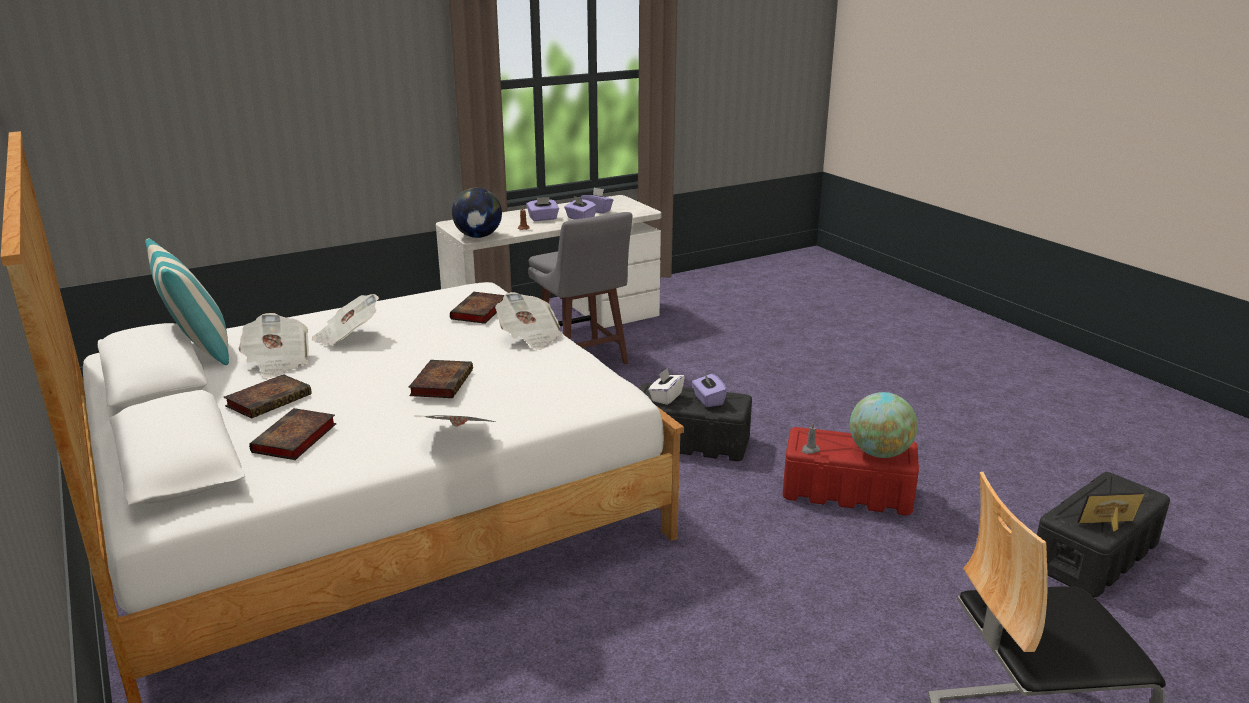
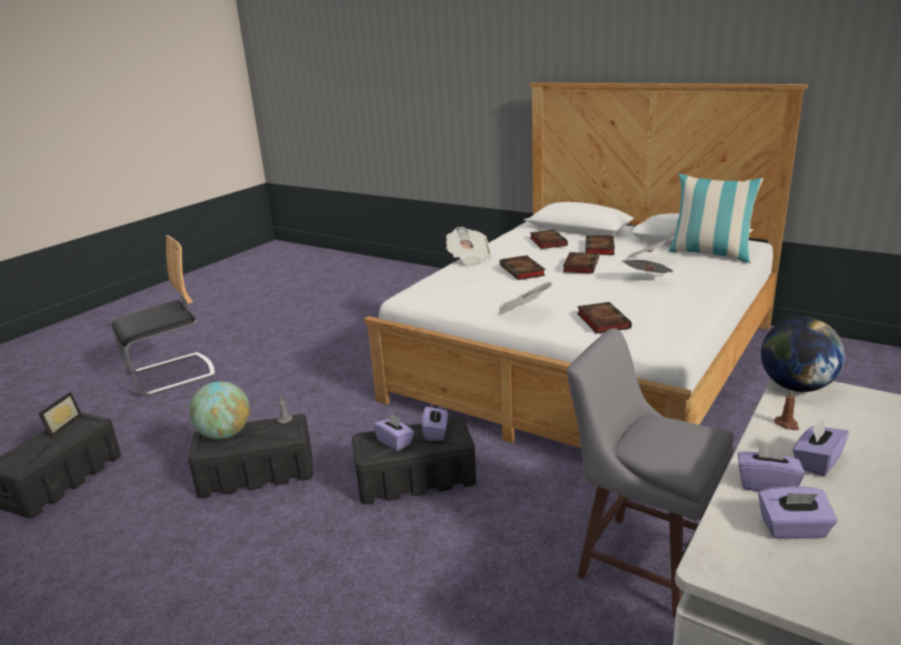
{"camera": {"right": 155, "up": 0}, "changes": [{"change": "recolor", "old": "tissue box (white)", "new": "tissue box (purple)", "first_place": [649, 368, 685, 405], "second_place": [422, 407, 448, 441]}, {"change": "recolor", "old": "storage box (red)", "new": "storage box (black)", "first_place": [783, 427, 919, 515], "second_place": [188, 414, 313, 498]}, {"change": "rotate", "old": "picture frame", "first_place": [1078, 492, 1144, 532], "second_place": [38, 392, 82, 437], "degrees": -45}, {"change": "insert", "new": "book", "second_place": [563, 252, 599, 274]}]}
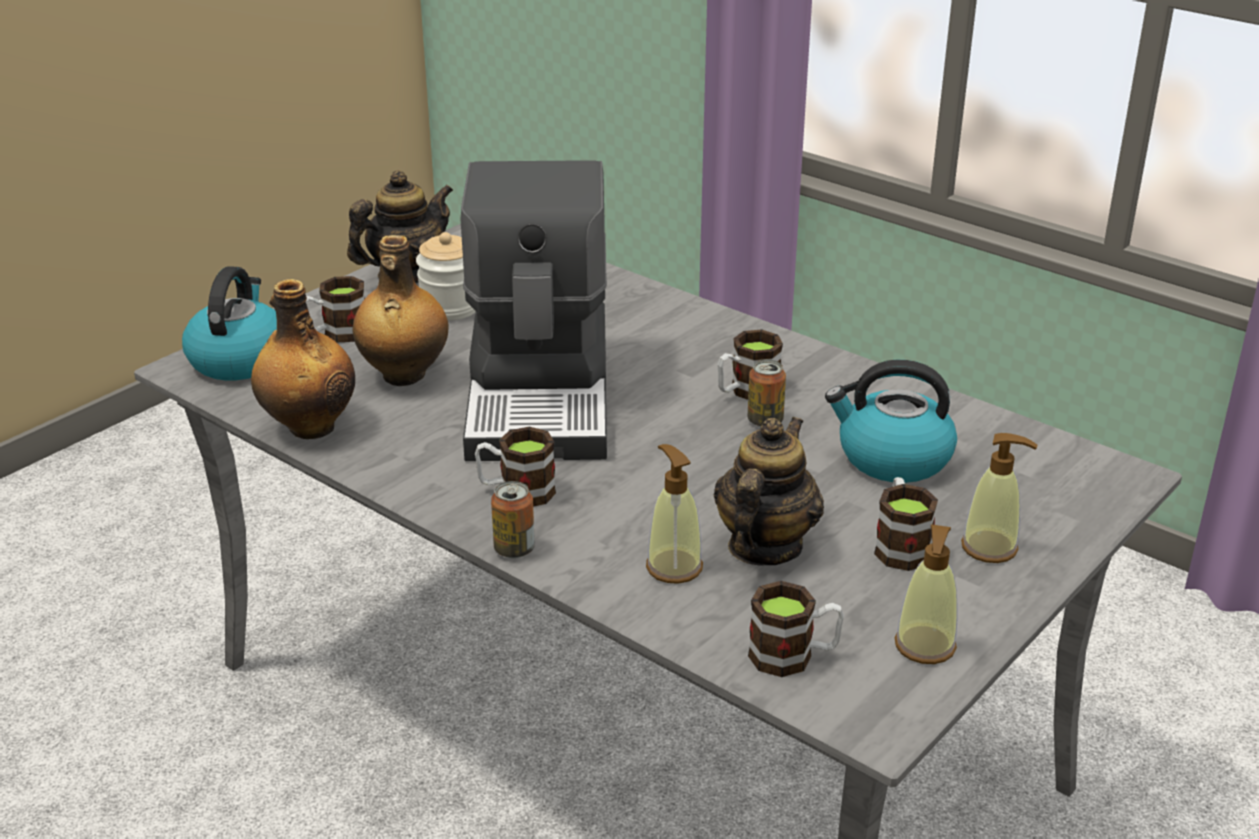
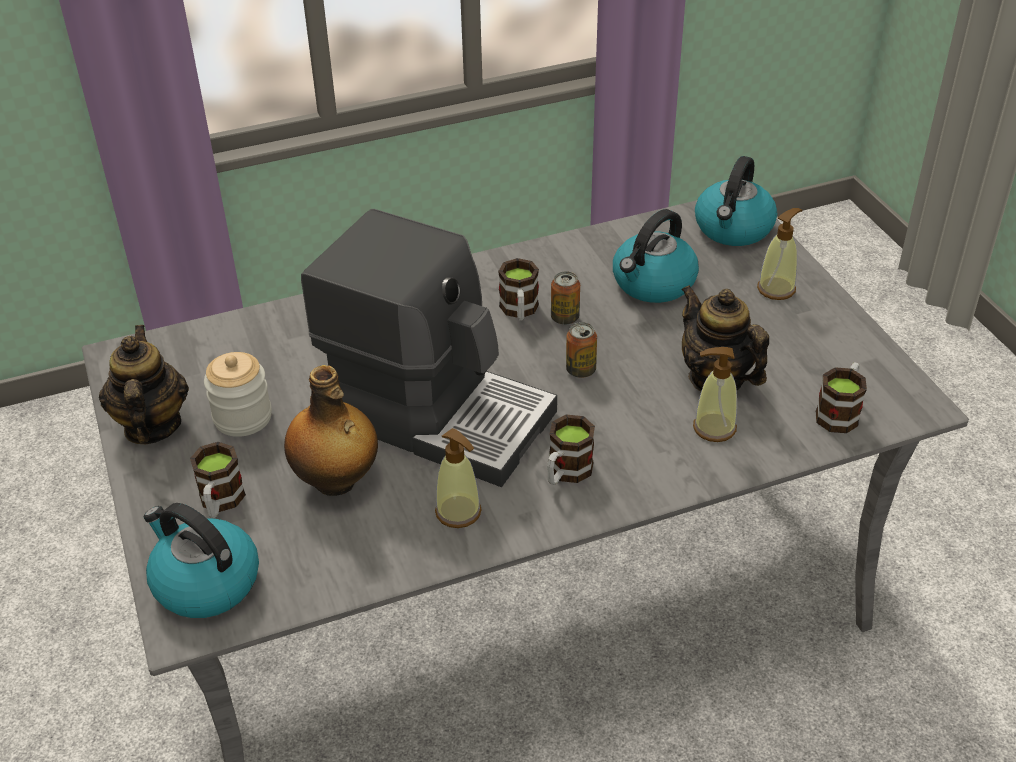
{"camera": {"right": -60, "up": 10}, "changes": [{"change": "delete", "old": "bottle", "first_place": [251, 279, 355, 439]}, {"change": "move", "old": "can", "first_place": [491, 481, 535, 558], "second_place": [566, 322, 597, 378]}, {"change": "delete", "old": "mug", "first_place": [874, 477, 938, 571]}, {"change": "move", "old": "soap dispenser", "first_place": [895, 524, 958, 664], "second_place": [435, 428, 482, 528]}, {"change": "insert", "new": "kettle", "second_place": [695, 156, 777, 246]}]}
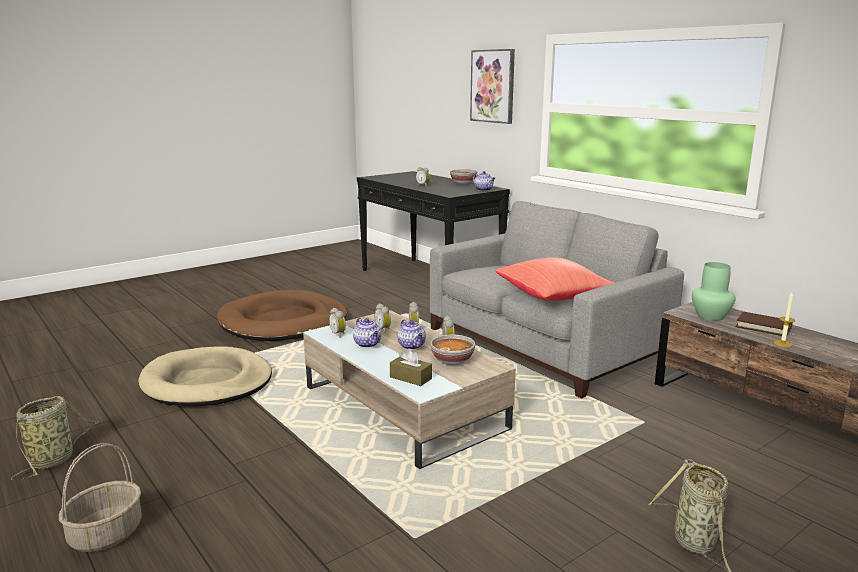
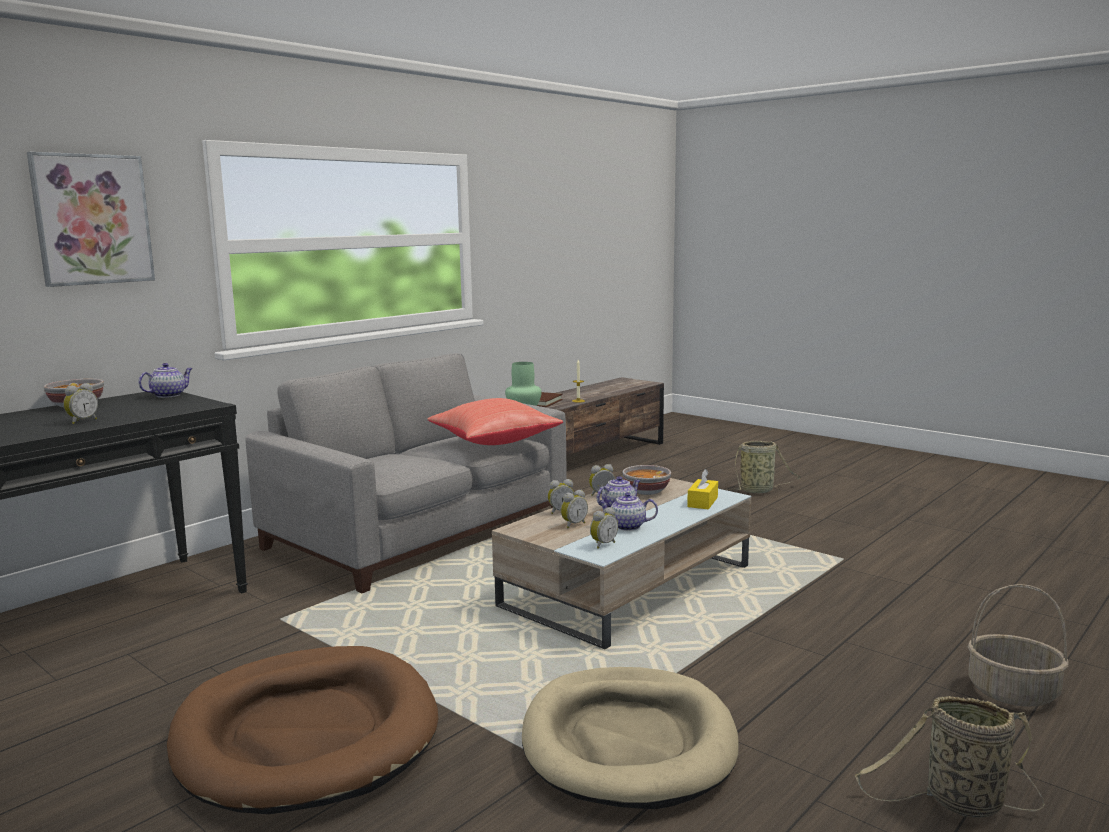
{"camera": {"right": -100, "up": -5}, "changes": [{"change": "rotate", "old": "teapot", "first_place": [353, 318, 381, 348], "second_place": [598, 492, 658, 531], "degrees": -135}, {"change": "recolor", "old": "tissue box (brown)", "new": "tissue box (yellow)", "first_place": [390, 348, 432, 386], "second_place": [687, 469, 718, 509]}]}
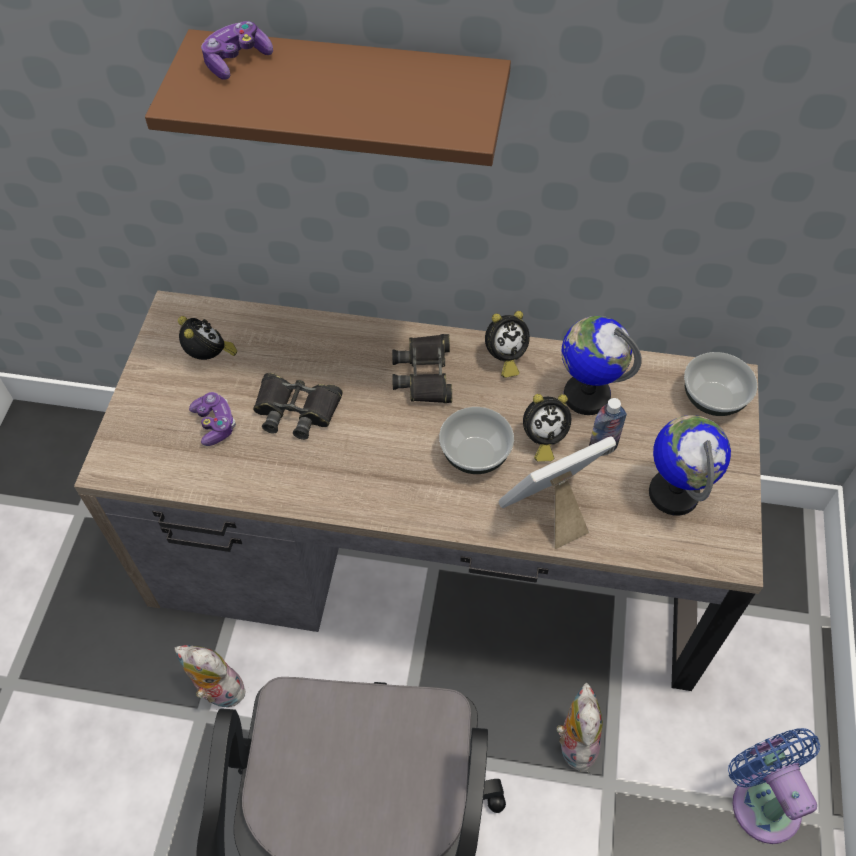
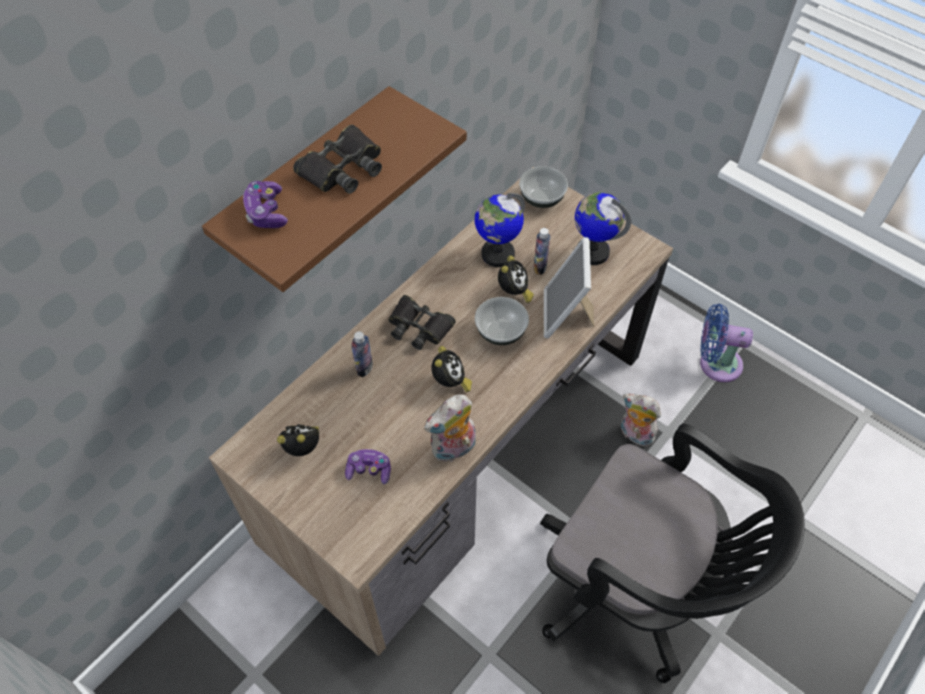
{"camera": {"right": -60, "up": 0}, "changes": [{"change": "move", "old": "plush toy", "first_place": [175, 645, 248, 710], "second_place": [424, 394, 476, 462]}, {"change": "move", "old": "binoculars (black)", "first_place": [253, 373, 343, 440], "second_place": [293, 125, 382, 194]}, {"change": "move", "old": "alarm clock", "first_place": [485, 311, 530, 378], "second_place": [431, 346, 472, 392]}, {"change": "insert", "new": "bottle", "second_place": [352, 331, 373, 377]}]}
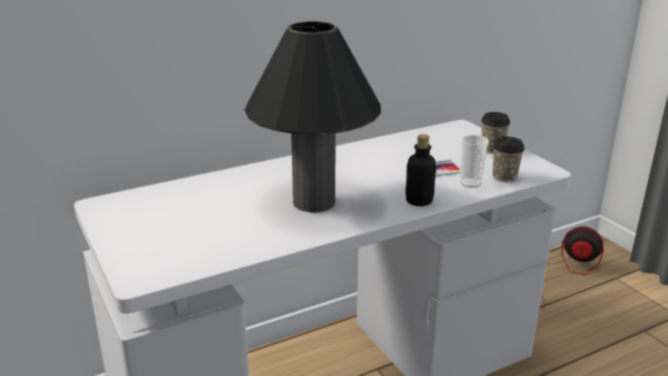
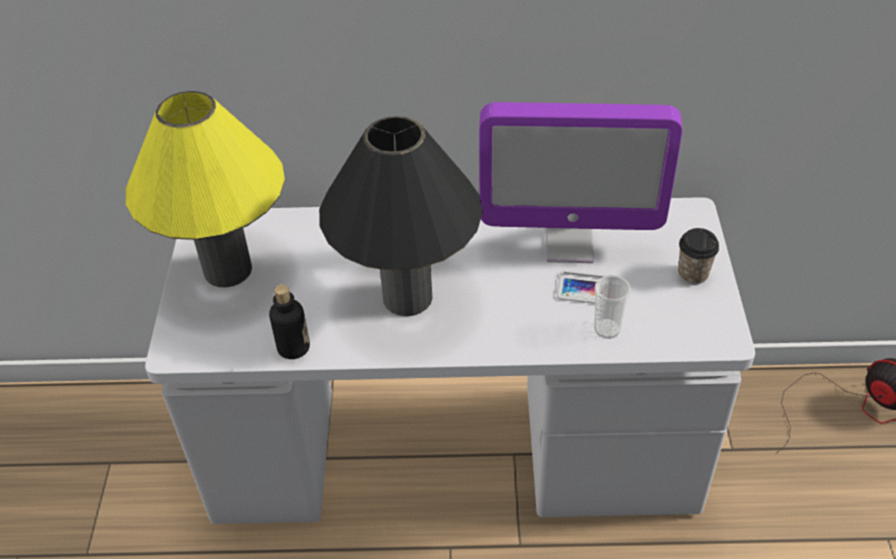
{"camera": {"right": 30, "up": 20}, "changes": [{"change": "move", "old": "bottle", "first_place": [405, 134, 436, 206], "second_place": [269, 284, 310, 359]}, {"change": "delete", "old": "cup", "first_place": [493, 136, 525, 182]}, {"change": "insert", "new": "table lamp (yellow)", "second_place": [126, 91, 285, 287]}, {"change": "insert", "new": "monitor", "second_place": [479, 102, 683, 263]}]}
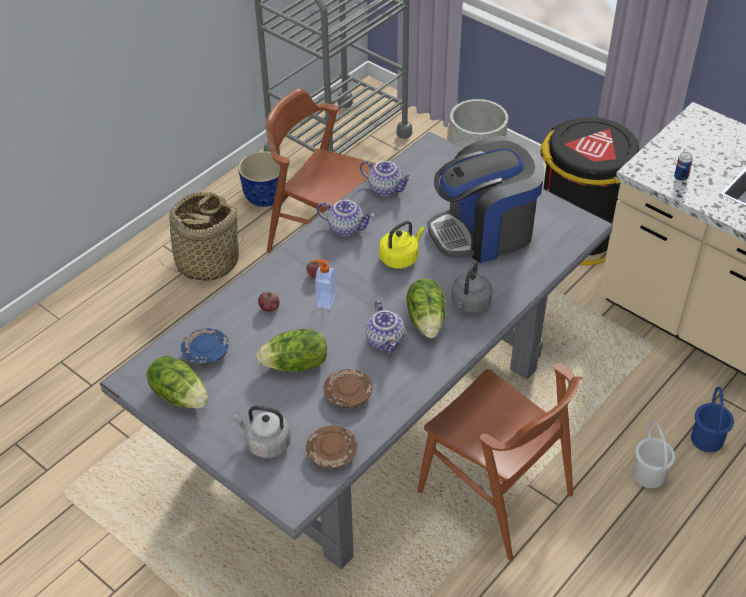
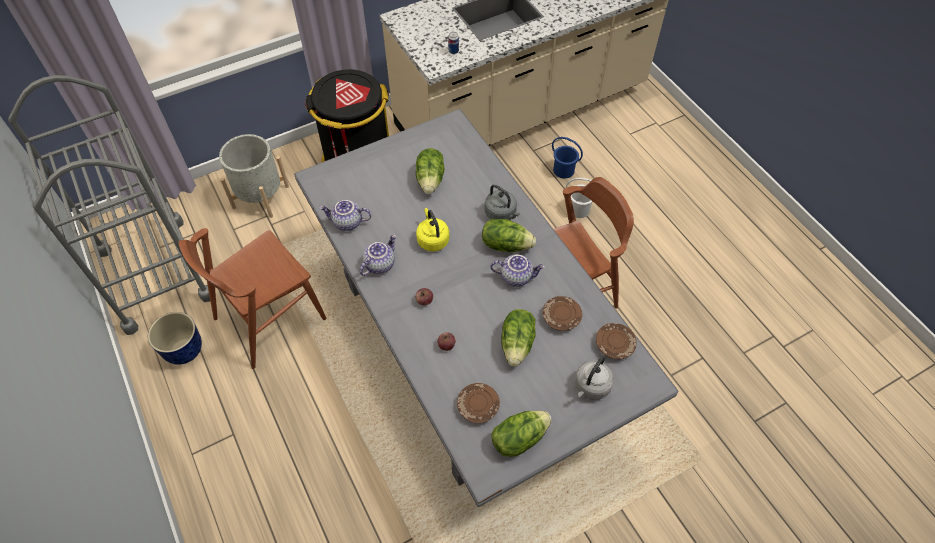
{"camera": {"right": -70, "up": 10}, "changes": [{"change": "delete", "old": "basket", "first_place": [156, 191, 244, 281]}, {"change": "recolor", "old": "plate (blue)", "new": "plate (brown)", "first_place": [181, 328, 229, 365], "second_place": [457, 383, 500, 423]}, {"change": "delete", "old": "soap dispenser", "first_place": [315, 260, 336, 309]}, {"change": "rotate", "old": "teapot", "first_place": [360, 160, 412, 196], "second_place": [319, 200, 371, 231], "degrees": -135}, {"change": "replace", "old": "coffee machine", "new": "lettuce", "first_place": [428, 136, 545, 263], "second_place": [416, 148, 444, 194]}]}
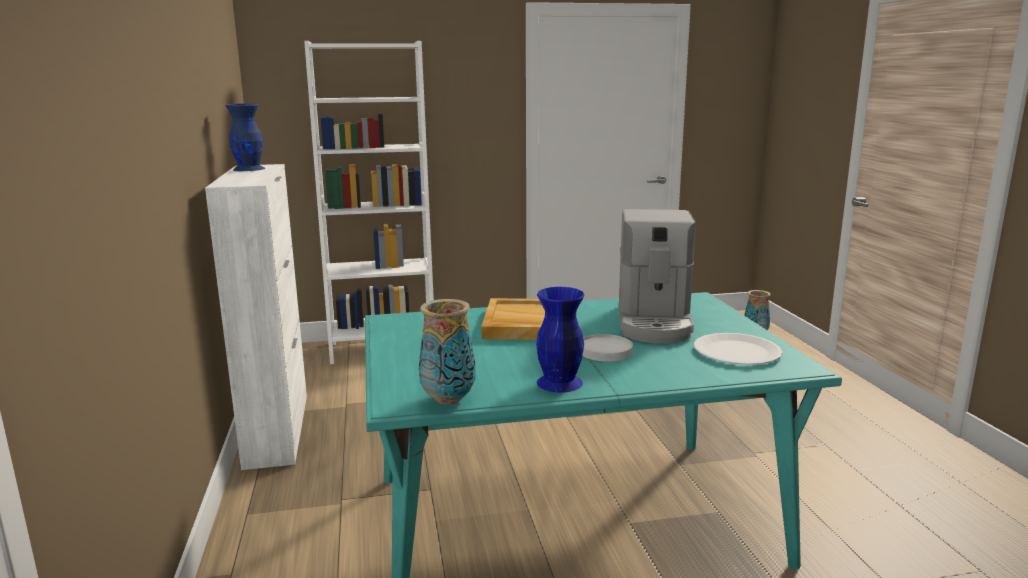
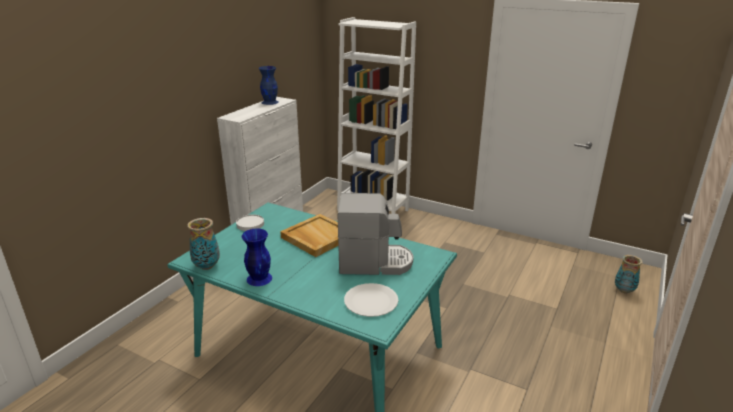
{"camera": {"right": 40, "up": 10}, "changes": [{"change": "move", "old": "plate (white)", "first_place": [583, 334, 633, 362], "second_place": [236, 214, 264, 231]}, {"change": "rotate", "old": "coffee machine", "first_place": [619, 209, 696, 344], "second_place": [338, 193, 414, 275], "degrees": -135}]}
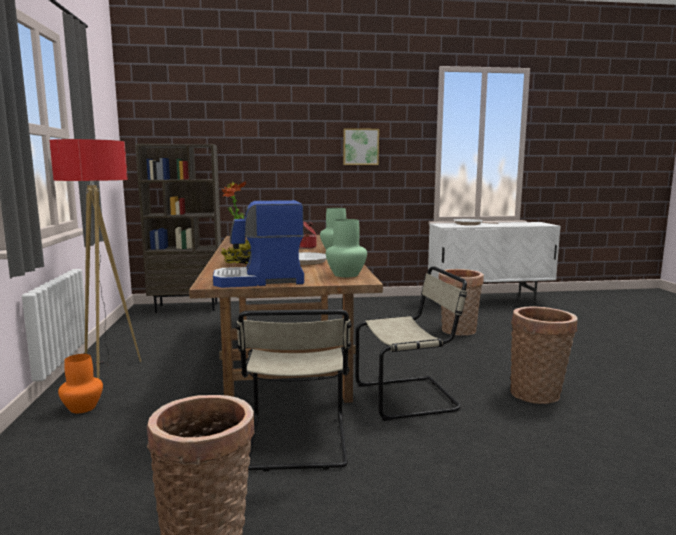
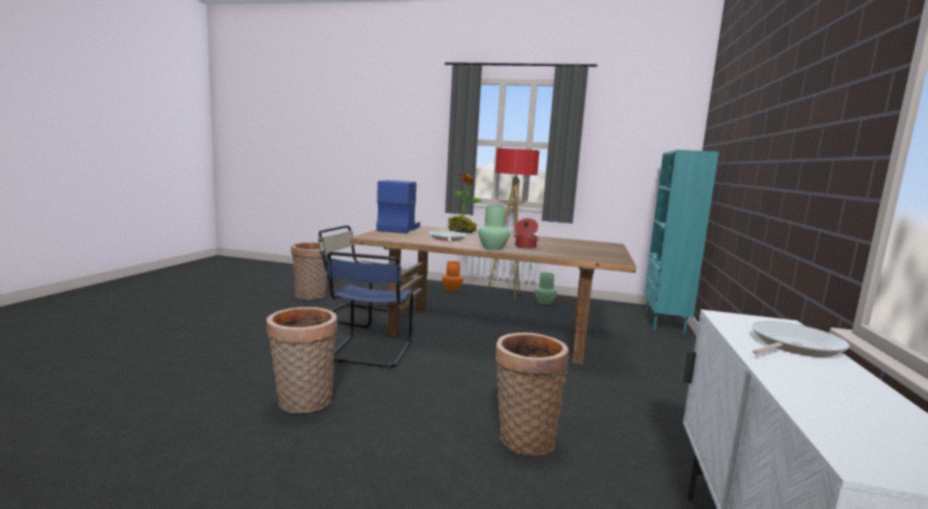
{"camera": {"right": 110, "up": 0}, "changes": [{"change": "recolor", "old": "bookcase (brown)", "new": "bookcase (turquoise)", "first_place": [135, 144, 221, 313], "second_place": [644, 150, 719, 334]}, {"change": "move", "old": "vase (green)", "first_place": [326, 219, 367, 277], "second_place": [534, 272, 557, 305]}, {"change": "delete", "old": "picture", "first_place": [343, 128, 379, 165]}, {"change": "recolor", "old": "chair (beige)", "new": "chair (blue)", "first_place": [355, 266, 467, 421], "second_place": [326, 252, 413, 367]}]}
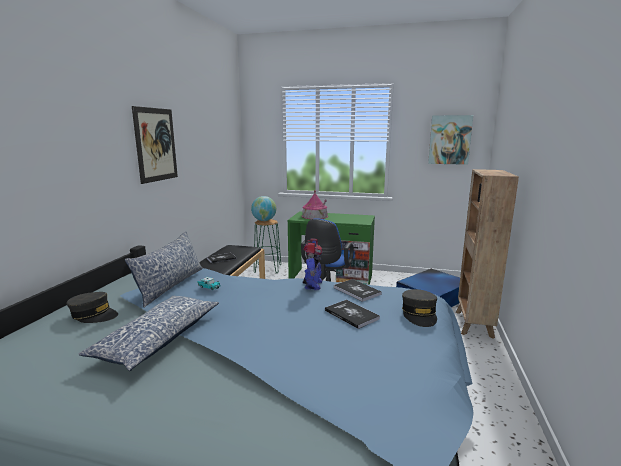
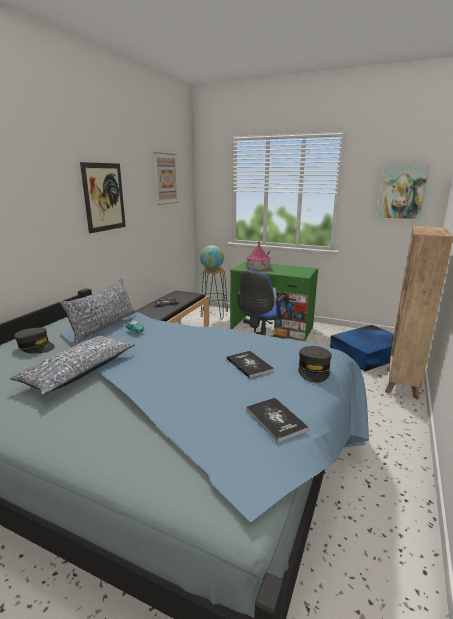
{"camera": {"right": 10, "up": 5}, "changes": [{"change": "delete", "old": "toy robot", "first_place": [303, 239, 323, 290]}, {"change": "move", "old": "book", "first_place": [334, 279, 382, 302], "second_place": [246, 398, 309, 443]}, {"change": "insert", "new": "picture", "second_place": [154, 152, 179, 205]}]}
